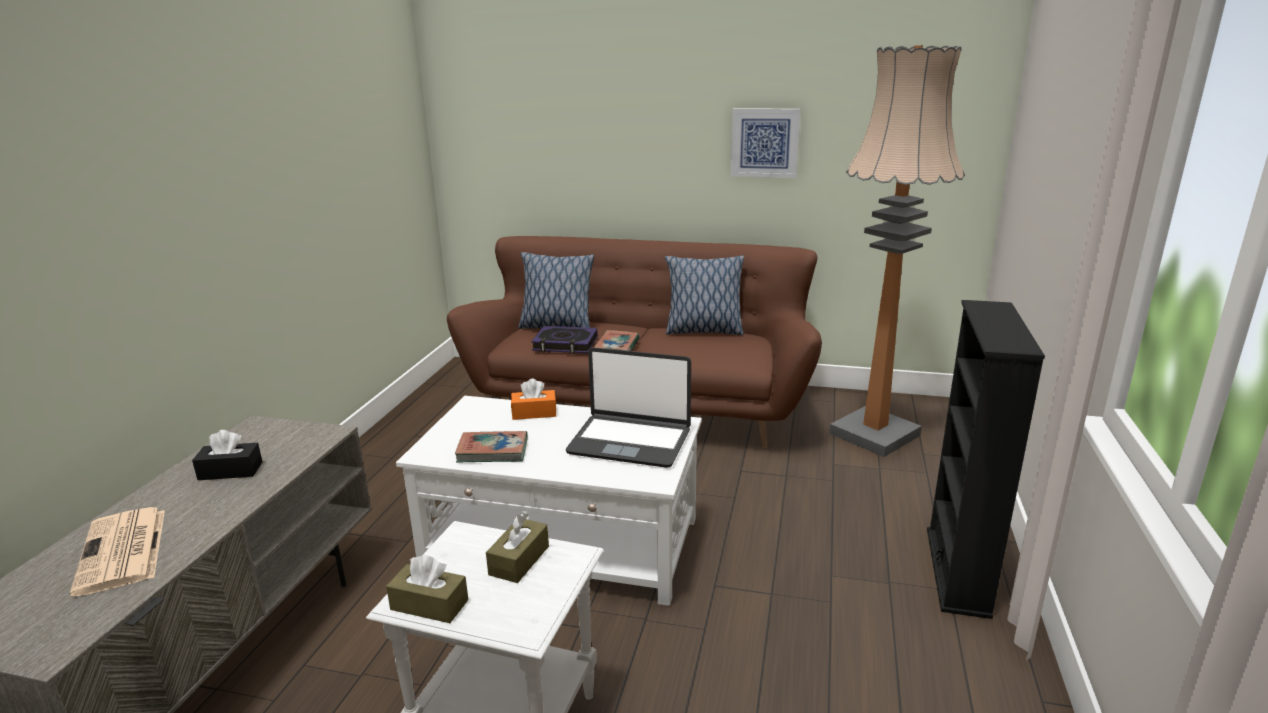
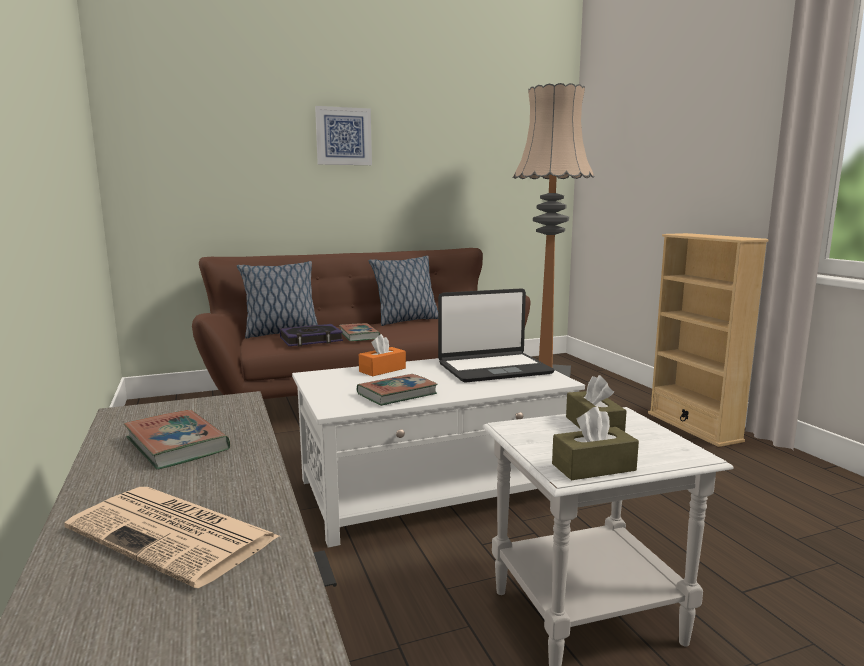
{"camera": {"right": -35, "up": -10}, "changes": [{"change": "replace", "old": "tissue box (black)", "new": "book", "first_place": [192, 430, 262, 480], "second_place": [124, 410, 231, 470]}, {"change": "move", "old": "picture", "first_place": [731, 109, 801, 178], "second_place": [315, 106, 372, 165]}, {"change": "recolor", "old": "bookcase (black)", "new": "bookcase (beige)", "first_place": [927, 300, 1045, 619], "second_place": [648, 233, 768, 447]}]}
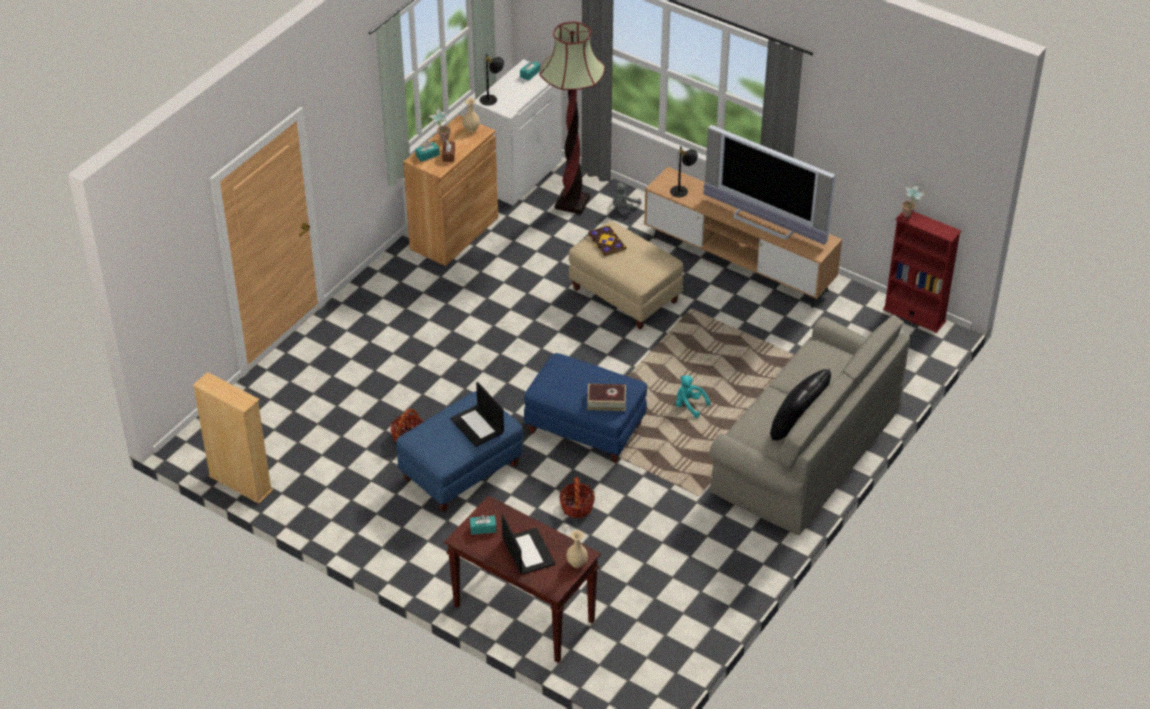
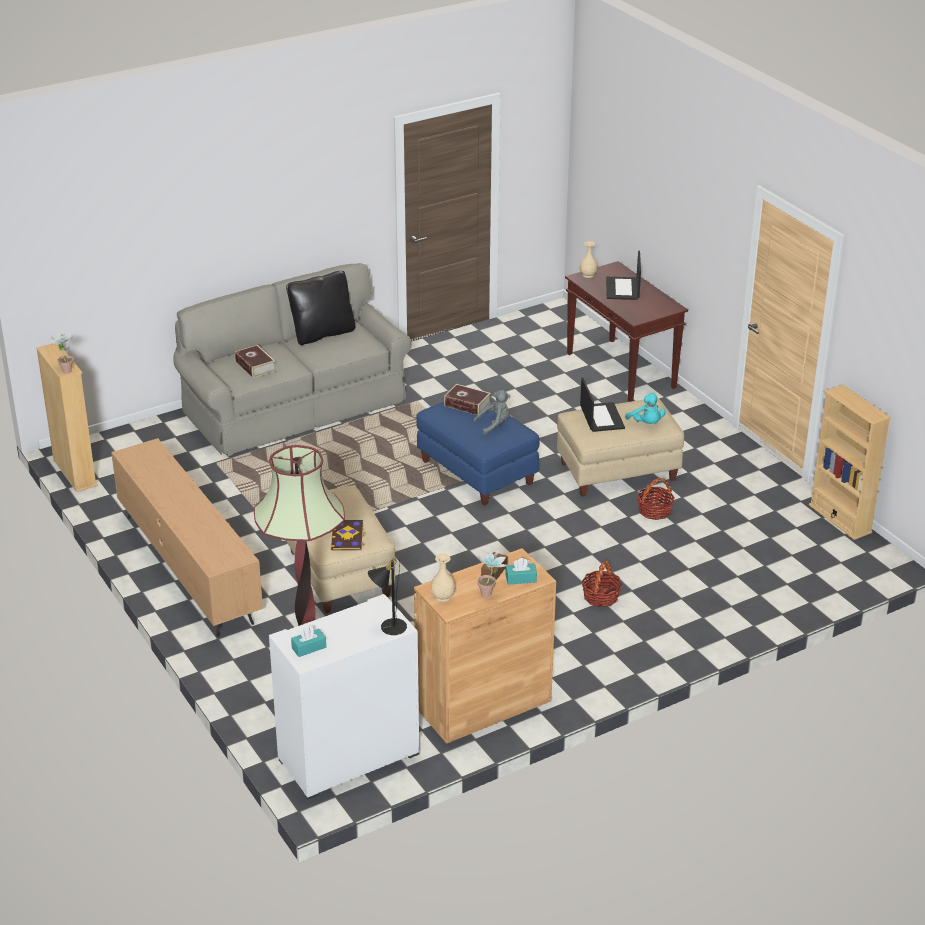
{"camera": {"right": -155, "up": -10}, "changes": [{"change": "recolor", "old": "ottoman (blue)", "new": "ottoman (beige)", "first_place": [396, 391, 523, 513], "second_place": [557, 398, 684, 497]}, {"change": "delete", "old": "tissue box (turquoise)", "first_place": [470, 515, 496, 535]}, {"change": "move", "old": "basket", "first_place": [559, 477, 595, 518], "second_place": [582, 561, 622, 607]}, {"change": "move", "old": "plush toy (grey)", "first_place": [613, 183, 641, 210], "second_place": [473, 390, 511, 435]}, {"change": "delete", "old": "table lamp (black)", "first_place": [670, 146, 698, 197]}, {"change": "move", "old": "plush toy (turquoise)", "first_place": [675, 375, 711, 418], "second_place": [626, 393, 665, 424]}, {"change": "delete", "old": "television", "first_place": [703, 125, 835, 245]}, {"change": "recolor", "old": "bookcase (red)", "new": "bookcase (beige)", "first_place": [883, 211, 961, 333], "second_place": [36, 344, 98, 492]}, {"change": "insert", "new": "book", "second_place": [235, 345, 276, 378]}]}
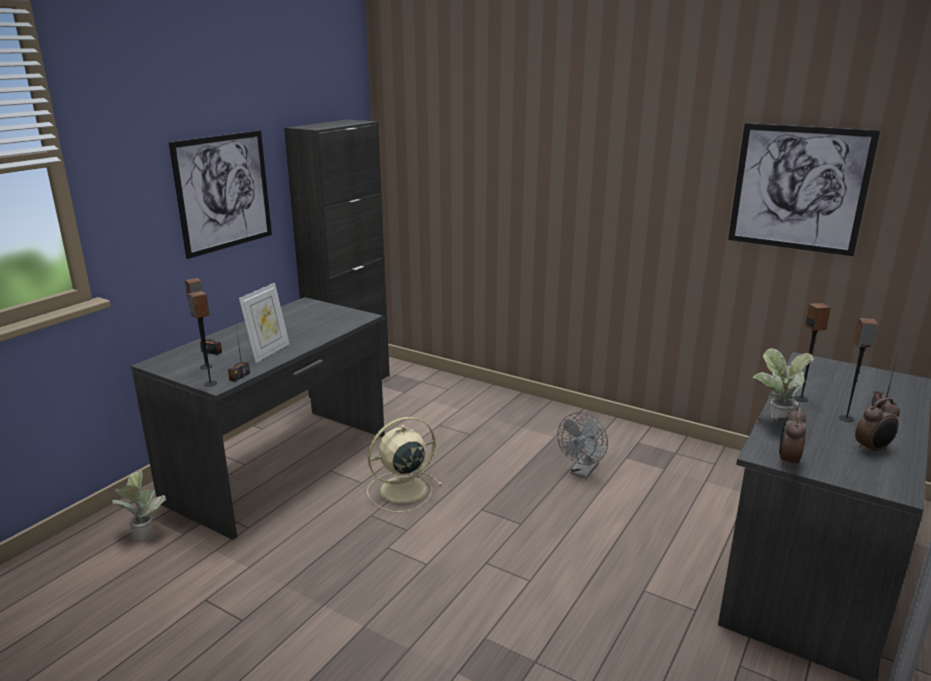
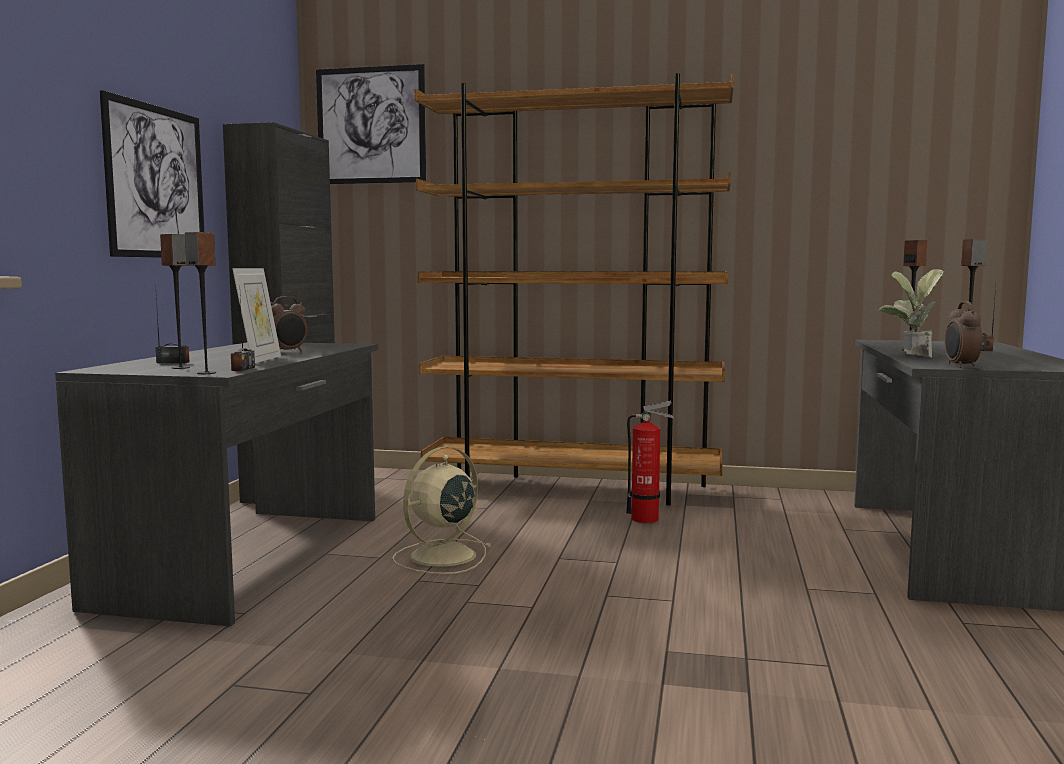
{"camera": {"right": -20, "up": -15}, "changes": [{"change": "delete", "old": "potted plant", "first_place": [112, 471, 166, 542]}, {"change": "replace", "old": "fan (grey)", "new": "fire extinguisher", "first_place": [557, 412, 608, 479], "second_place": [626, 400, 674, 523]}, {"change": "move", "old": "picture", "first_place": [728, 123, 880, 256], "second_place": [316, 64, 426, 184]}, {"change": "move", "old": "alarm clock", "first_place": [855, 398, 900, 455], "second_place": [271, 296, 308, 351]}, {"change": "insert", "new": "bookcase (brown)", "second_place": [415, 73, 734, 506]}]}
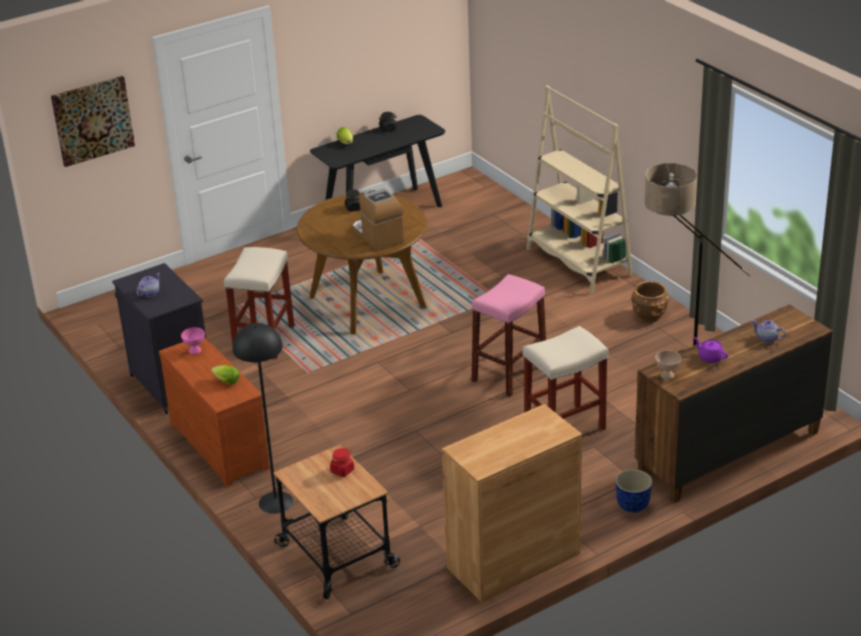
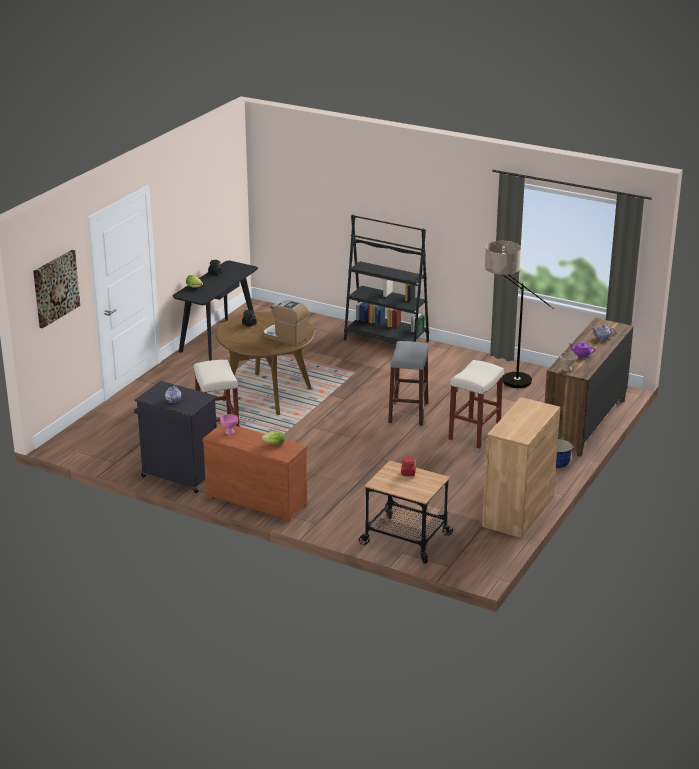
{"camera": {"right": -30, "up": -5}, "changes": [{"change": "delete", "old": "floor lamp (black)", "first_place": [233, 323, 293, 514]}, {"change": "recolor", "old": "stool (pink)", "new": "stool (grey)", "first_place": [471, 274, 546, 397], "second_place": [388, 341, 429, 426]}, {"change": "recolor", "old": "bookcase (beige)", "new": "bookcase (black)", "first_place": [527, 85, 633, 294], "second_place": [344, 215, 429, 344]}, {"change": "delete", "old": "planter (brown)", "first_place": [632, 281, 669, 322]}]}
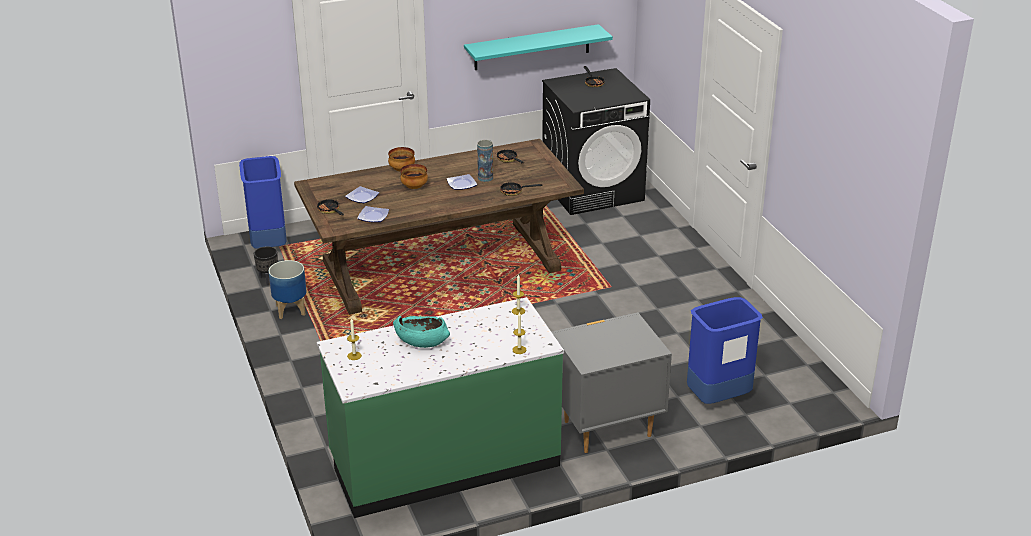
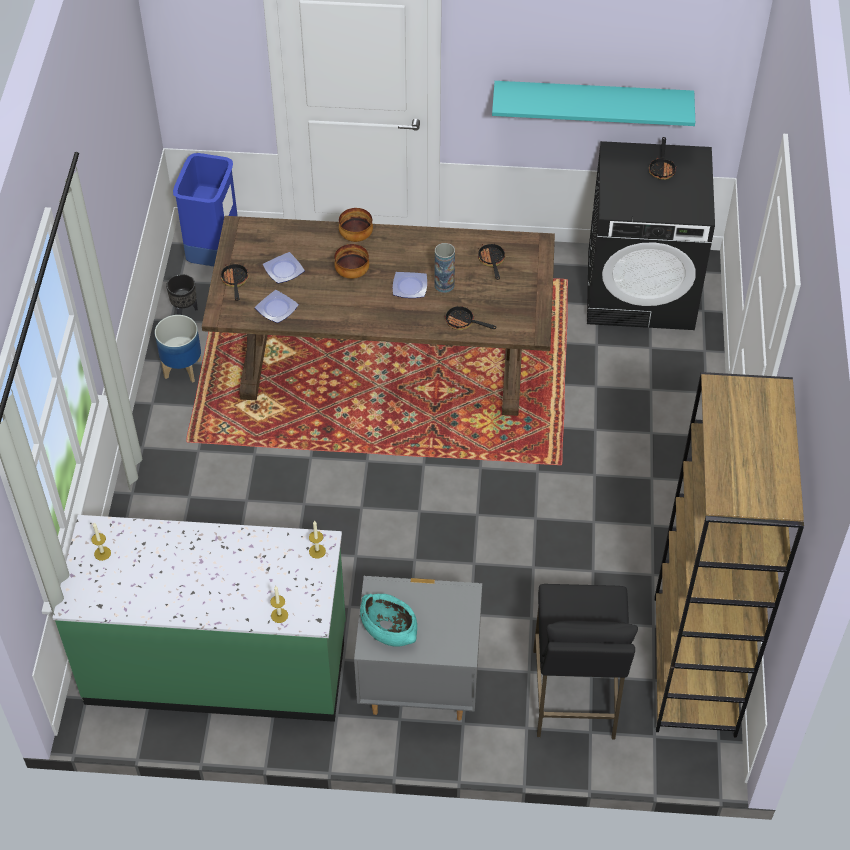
{"camera": {"right": 25, "up": 20}, "changes": [{"change": "move", "old": "bowl (turquoise)", "first_place": [393, 316, 450, 348], "second_place": [360, 594, 417, 647]}, {"change": "replace", "old": "trash can (blue)", "new": "stool (black)", "first_place": [687, 297, 763, 404], "second_place": [533, 584, 638, 739]}, {"change": "insert", "new": "bookcase (brown)", "second_place": [654, 372, 804, 738]}]}
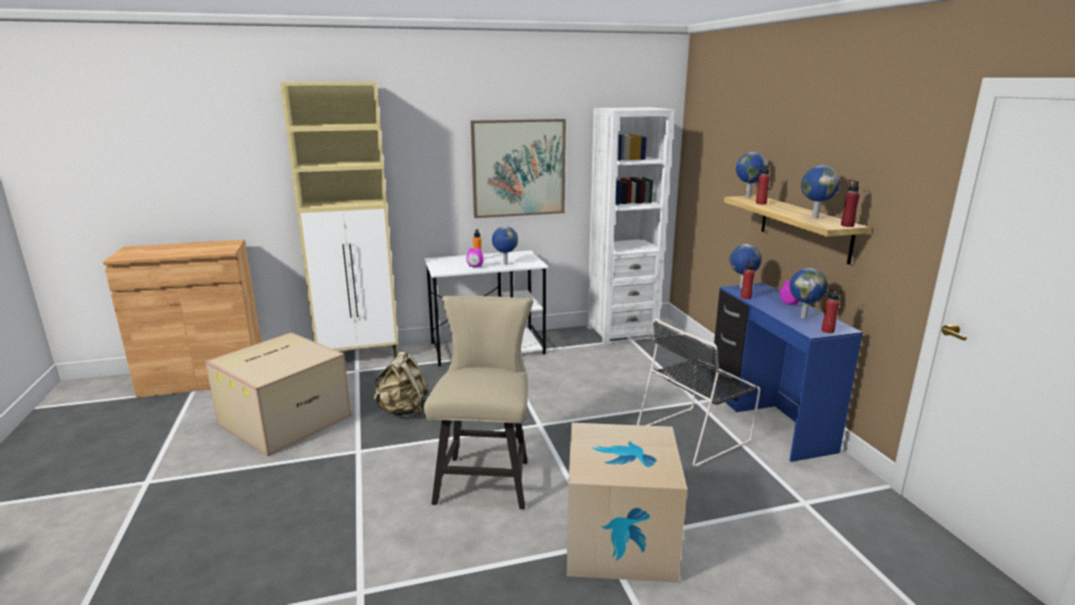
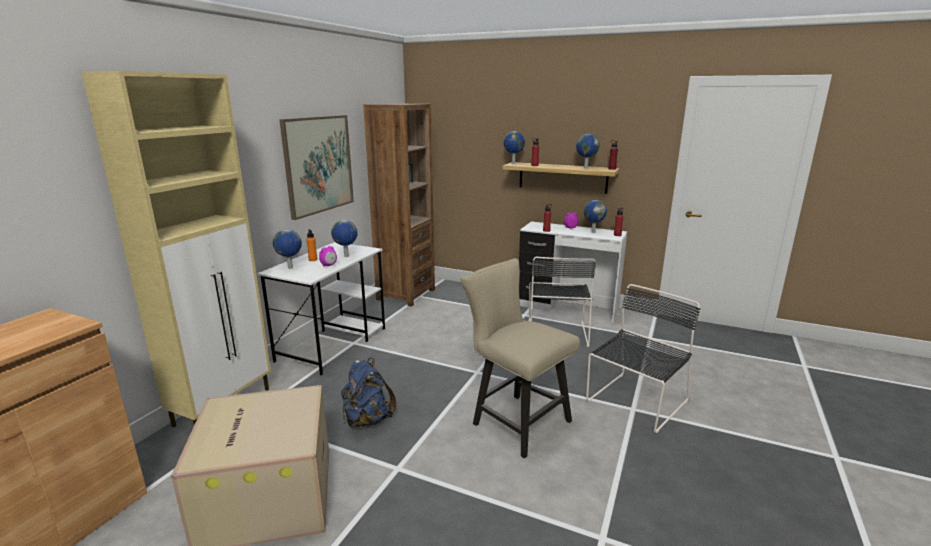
{"camera": {"right": -50, "up": 0}, "changes": [{"change": "recolor", "old": "backpack (beige)", "new": "backpack (blue)", "first_place": [373, 352, 428, 417], "second_place": [341, 358, 396, 428]}, {"change": "replace", "old": "cardboard box", "new": "chair (black)", "first_place": [567, 423, 687, 583], "second_place": [586, 284, 700, 433]}, {"change": "recolor", "old": "bookcase (white)", "new": "bookcase (brown)", "first_place": [587, 107, 675, 346], "second_place": [363, 103, 435, 307]}, {"change": "recolor", "old": "desk (blue)", "new": "desk (white)", "first_place": [710, 283, 863, 462], "second_place": [519, 221, 627, 323]}, {"change": "move", "old": "globe", "first_place": [729, 244, 762, 288], "second_place": [273, 229, 302, 269]}]}
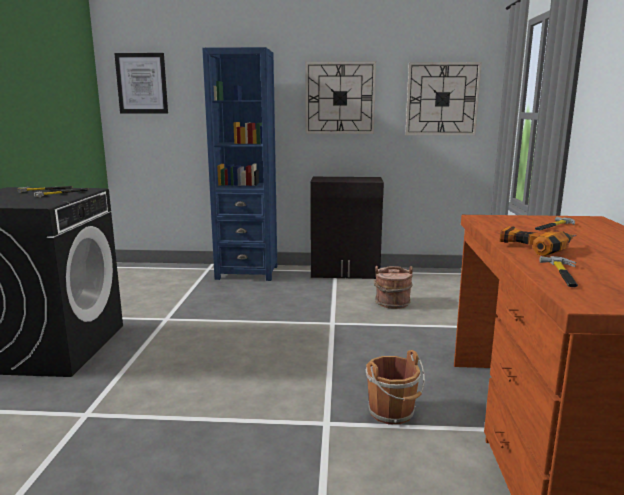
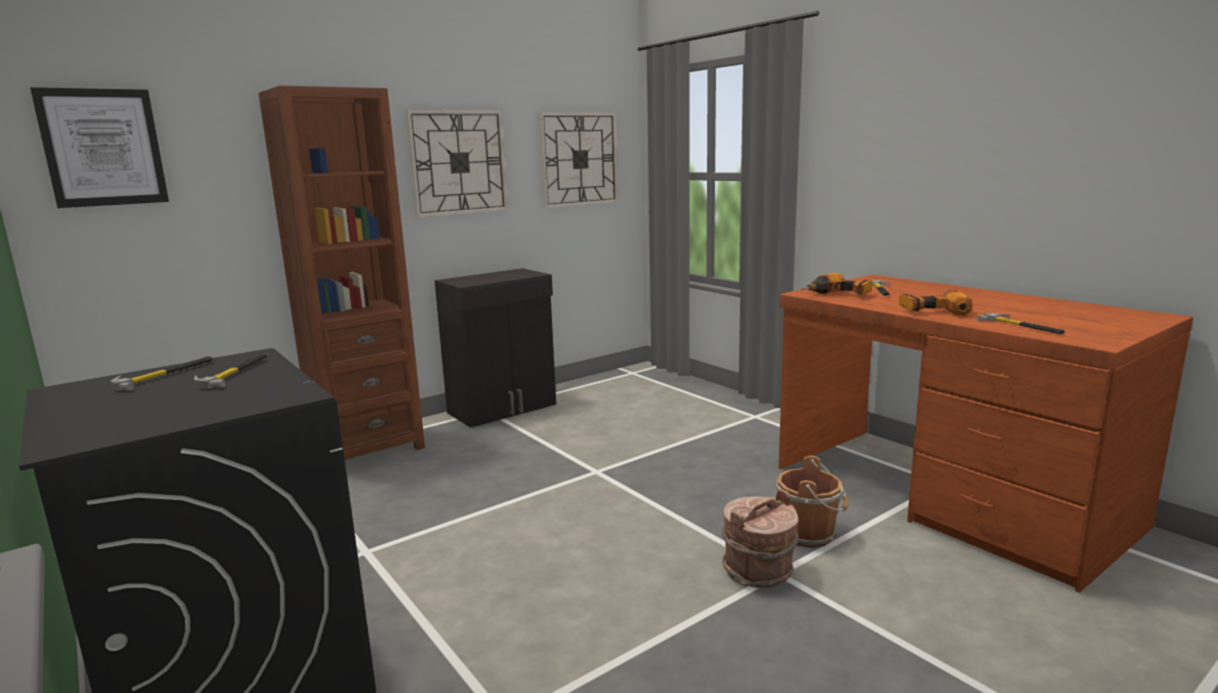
{"camera": {"right": -40, "up": 0}, "changes": [{"change": "recolor", "old": "bookcase (blue)", "new": "bookcase (brown)", "first_place": [202, 47, 277, 281], "second_place": [258, 85, 425, 460]}, {"change": "move", "old": "bucket (brown)", "first_place": [374, 266, 413, 309], "second_place": [722, 489, 799, 588]}, {"change": "insert", "new": "power drill", "second_place": [801, 273, 872, 295]}]}
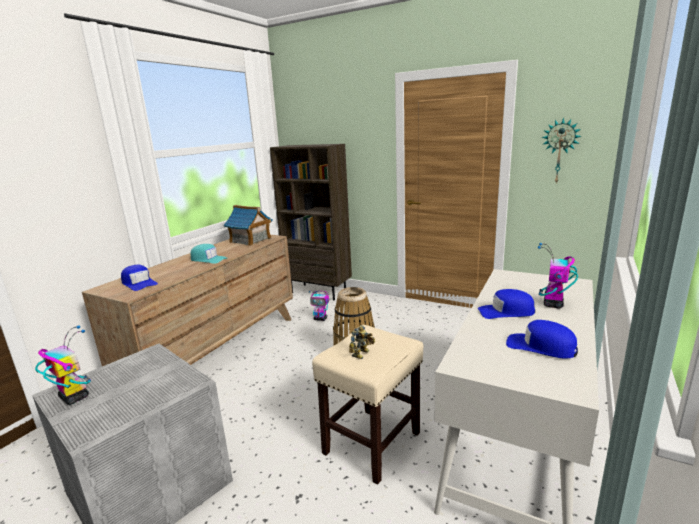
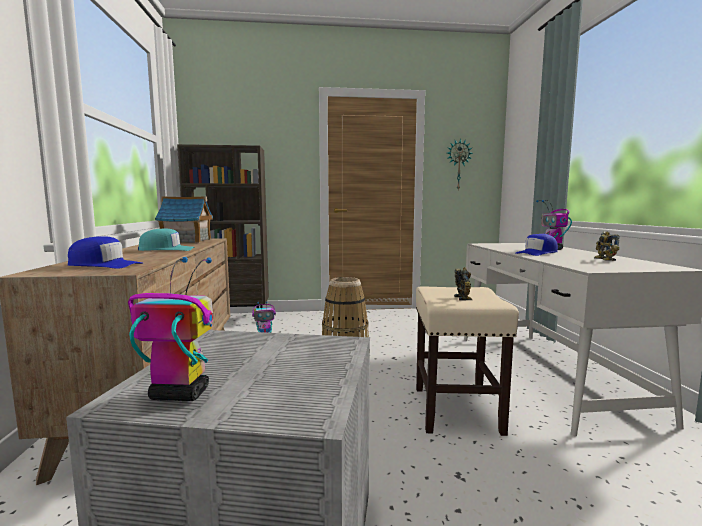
{"camera": {"right": -35, "up": -10}, "changes": [{"change": "replace", "old": "cap (blue)", "new": "toy robot", "first_place": [506, 320, 578, 359], "second_place": [594, 231, 620, 261]}]}
